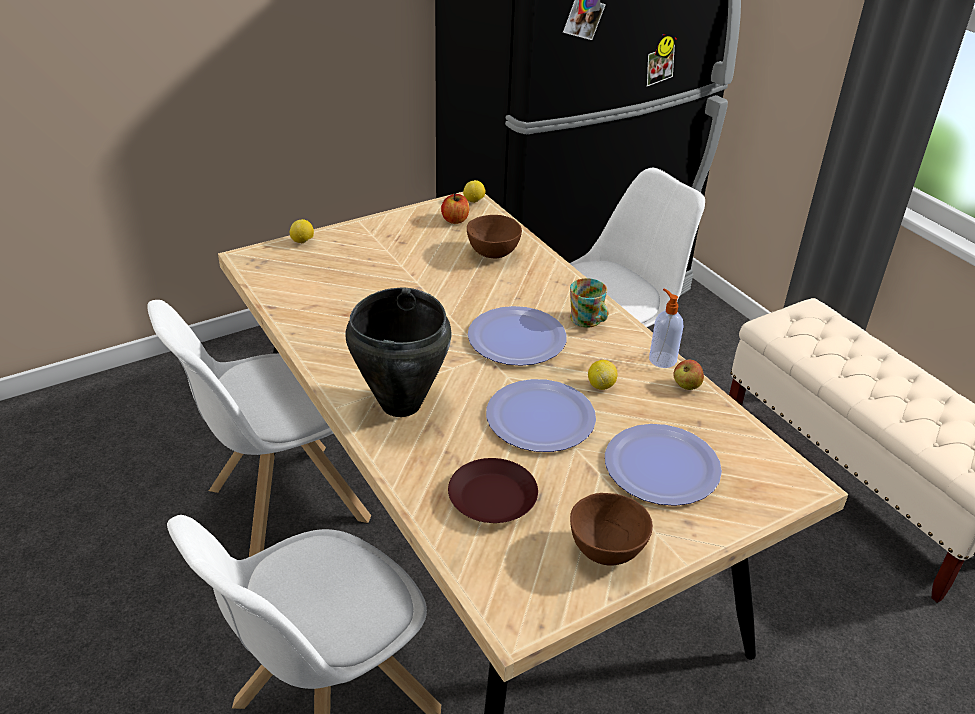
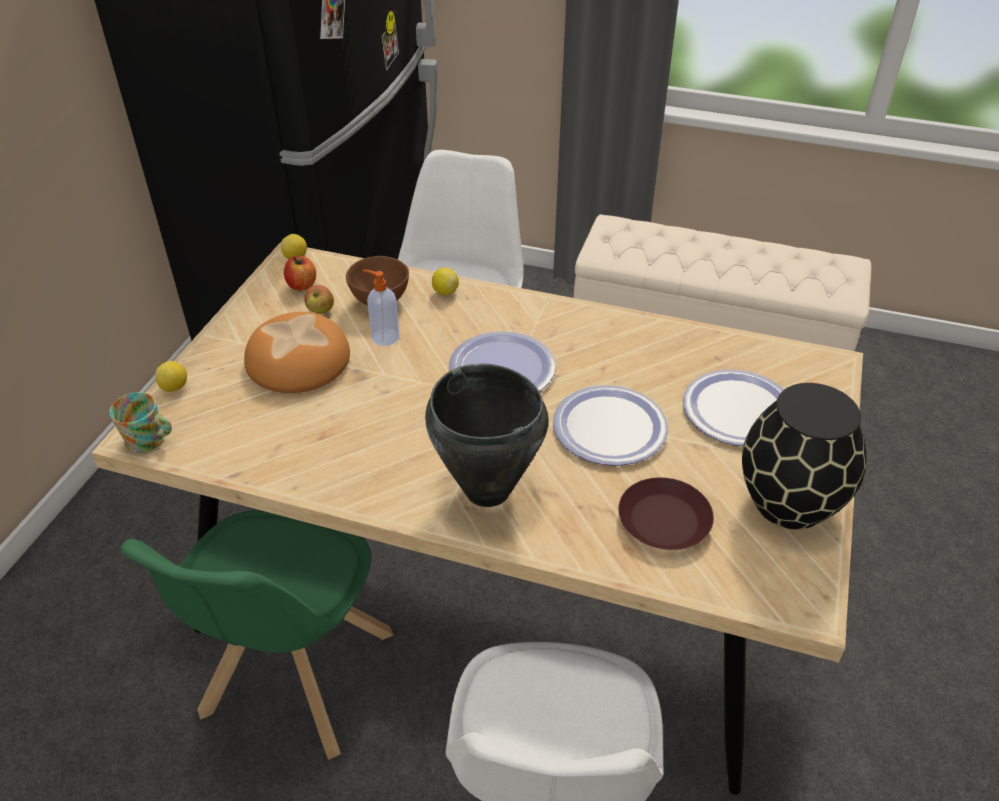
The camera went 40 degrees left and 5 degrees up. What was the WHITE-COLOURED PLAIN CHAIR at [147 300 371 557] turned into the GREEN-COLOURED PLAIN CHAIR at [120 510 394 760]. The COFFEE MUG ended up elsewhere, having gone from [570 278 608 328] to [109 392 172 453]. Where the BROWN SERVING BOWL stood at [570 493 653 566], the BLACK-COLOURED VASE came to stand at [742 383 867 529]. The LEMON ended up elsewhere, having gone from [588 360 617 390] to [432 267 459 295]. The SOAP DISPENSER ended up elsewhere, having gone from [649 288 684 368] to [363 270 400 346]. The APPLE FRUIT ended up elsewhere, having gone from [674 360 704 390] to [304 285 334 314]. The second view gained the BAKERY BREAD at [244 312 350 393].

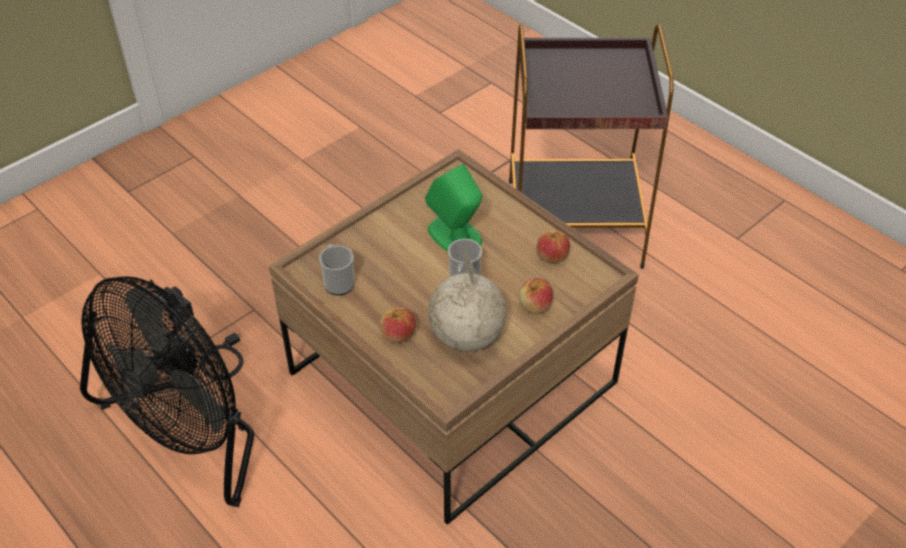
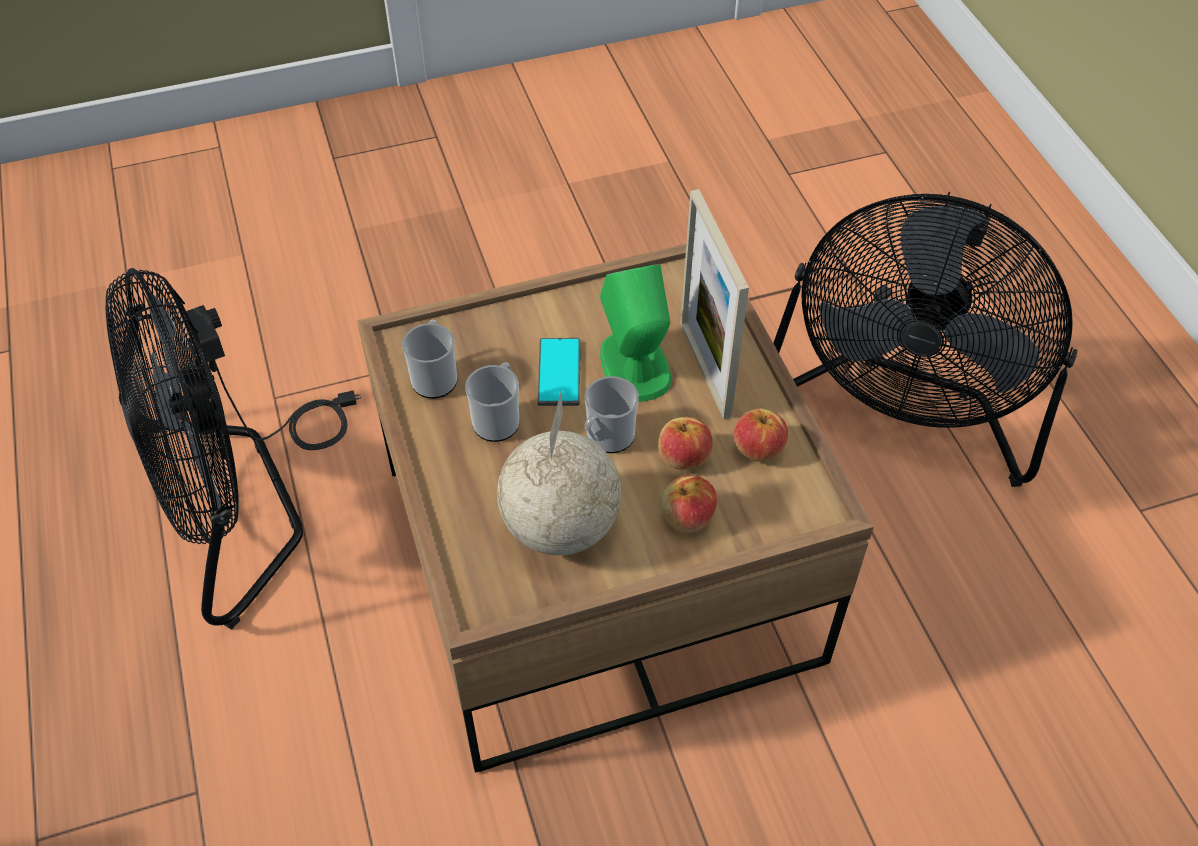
The camera went 25 degrees right and 5 degrees up. The APPLE FRUIT ended up elsewhere, having gone from [380 307 416 343] to [658 417 713 470]. Where the BROWN ACCENT TABLE stood at [509 24 674 269], the BLACK-COLOURED COOLING FAN came to stand at [773 192 1077 487]. The second view gained the COFFEE MUG at [465 362 519 442]. The second view gained the HANDSET at [538 338 581 406]. The second view gained the STANDING FRAME at [680 189 749 420].

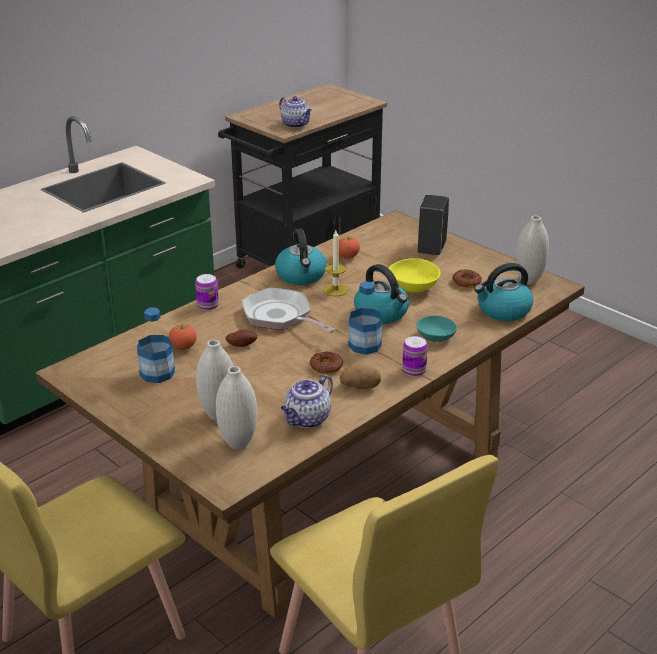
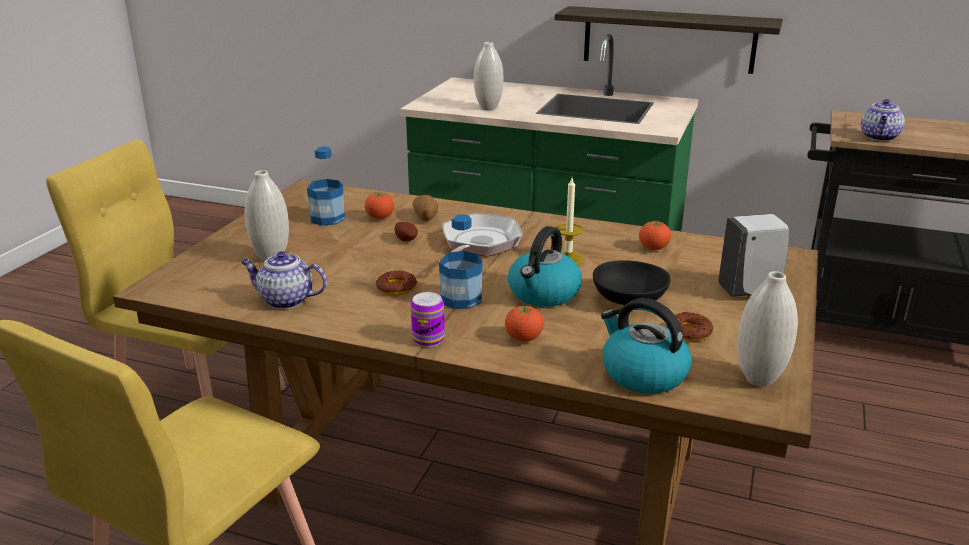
The camera went 65 degrees right and 5 degrees down. The second view lost the METAL CAN at [195 274 219 311]. The WHITE-COLOURED VASE ended up elsewhere, having gone from [216 366 257 449] to [474 42 503 111]. The second view lost the TEA KETTLE at [275 229 327 285]. The SPUD ended up elsewhere, having gone from [340 365 381 389] to [413 195 438 221]. What was the YELLOW SERVING BOWL at [389 258 441 293] turned into the BLACK-COLOURED SERVING BOWL at [593 260 671 305]. Where the TURQUOISE-COLOURED SERVING BOWL stood at [416 315 457 342], the FRESH TOMATO came to stand at [505 306 544 342]. What was the BLACK-COLOURED SOAP DISPENSER at [418 195 449 255] turned into the WHITE-COLOURED SOAP DISPENSER at [719 214 789 297]. The second view gained the SHELF at [555 6 783 74].

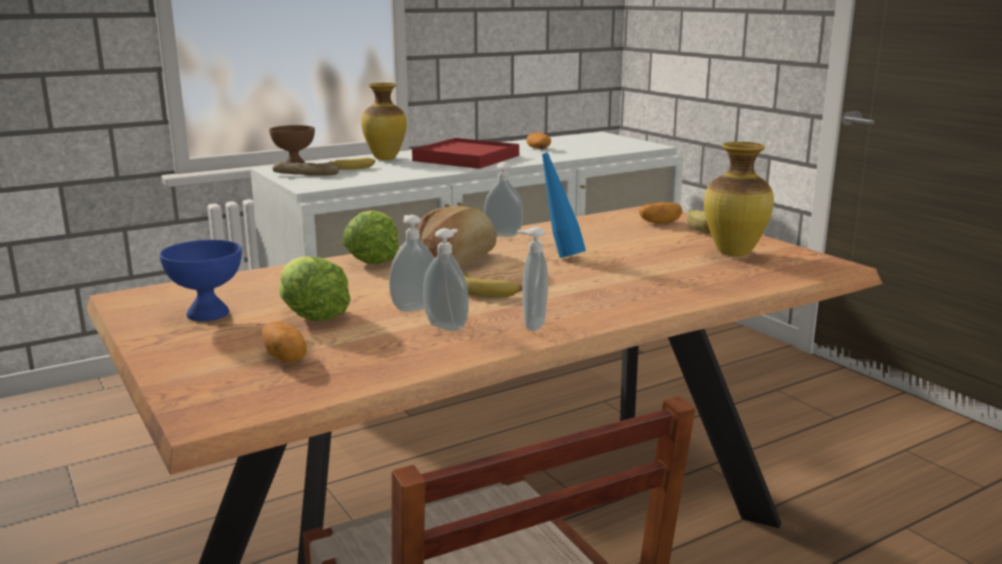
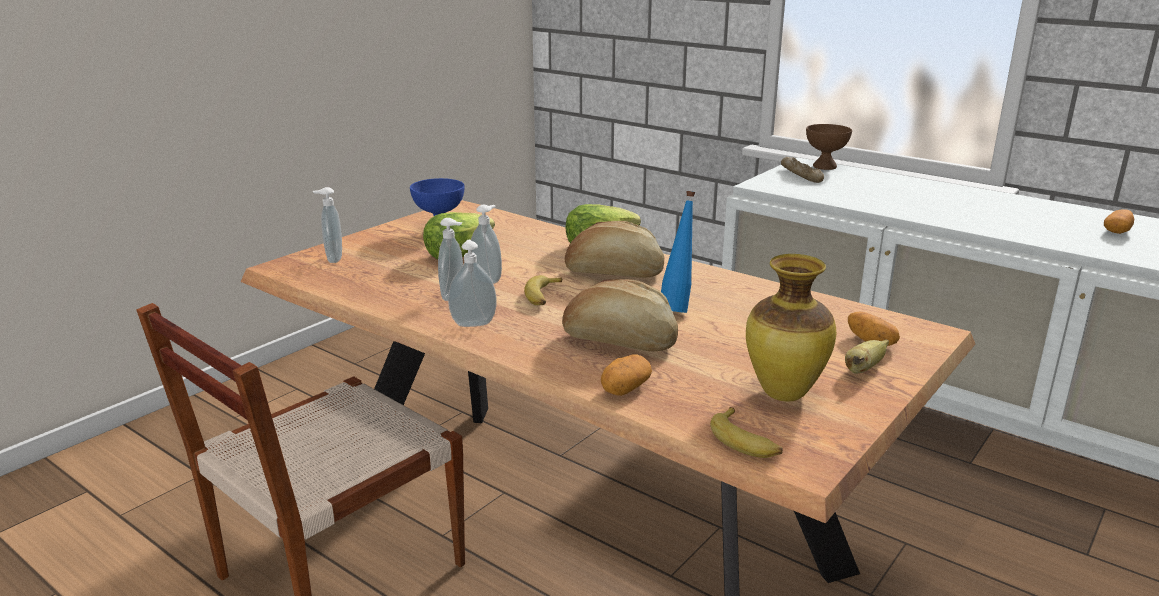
The camera went 70 degrees right and 5 degrees up. The SPUD ended up elsewhere, having gone from [262 321 307 363] to [601 355 652 396]. The BANANA ended up elsewhere, having gone from [329 158 375 170] to [710 407 783 458]. The second view lost the VASE at [361 83 407 160]. The second view lost the RED CARRYING TRAY at [412 138 519 169]. The SOAP DISPENSER ended up elsewhere, having gone from [484 162 523 237] to [313 187 342 263]. The second view gained the BAKERY BREAD at [562 279 678 352].

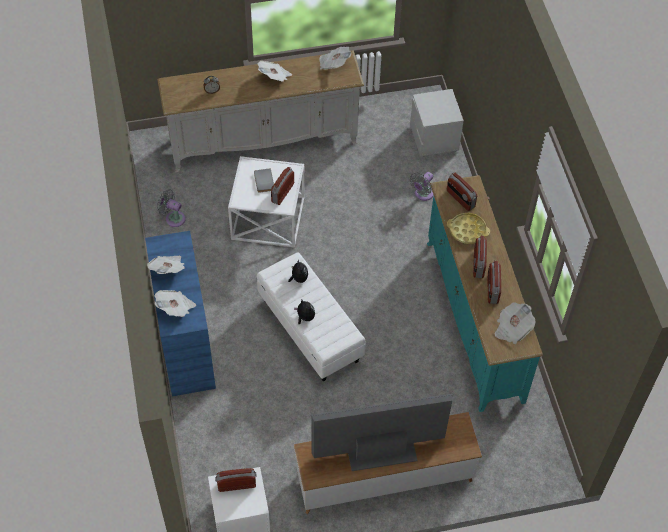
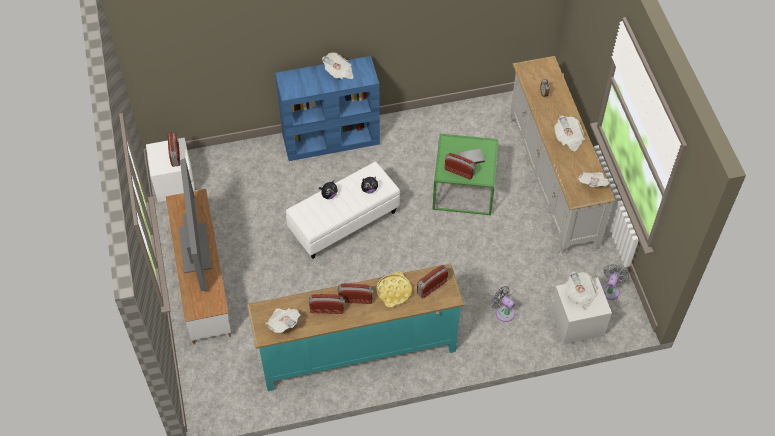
The camera went 90 degrees right and 0 degrees up. The DAILY PAPER ended up elsewhere, having gone from [154 290 196 317] to [565 271 598 310]. The GREY COOLING FAN ended up elsewhere, having gone from [157 189 186 227] to [602 264 629 300]. What was the WHITE-COLOURED ACCENT TABLE at [228 156 305 248] turned into the GREEN-COLOURED ACCENT TABLE at [432 134 499 215].

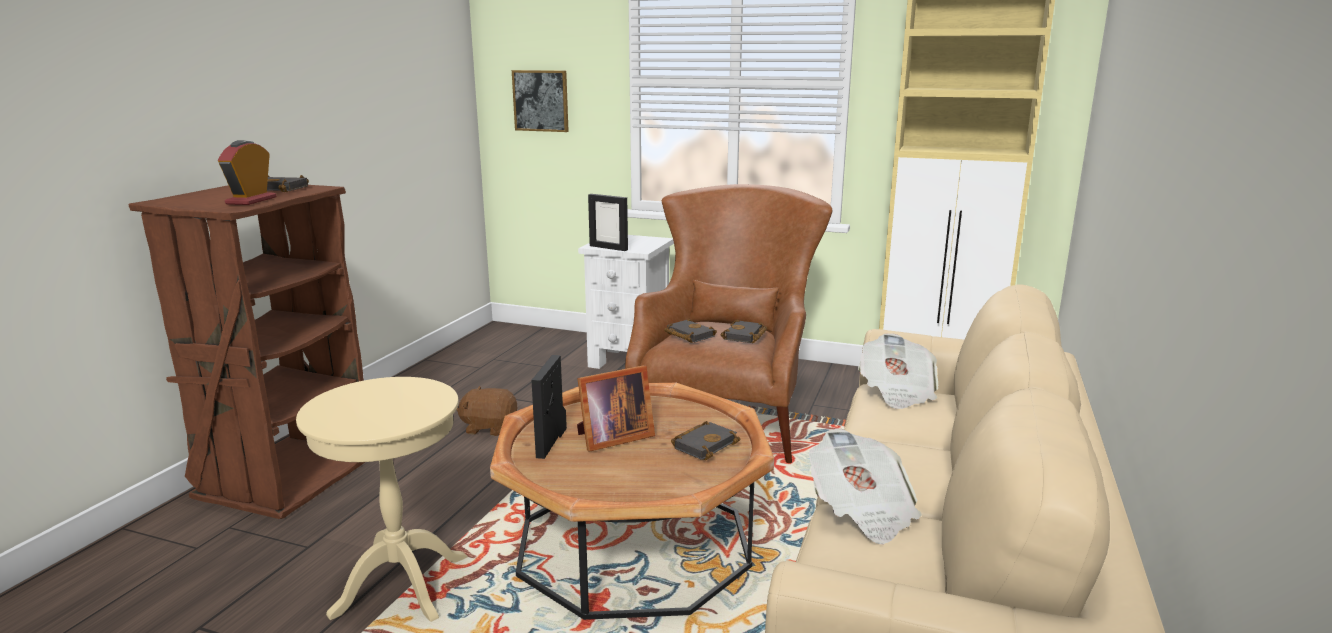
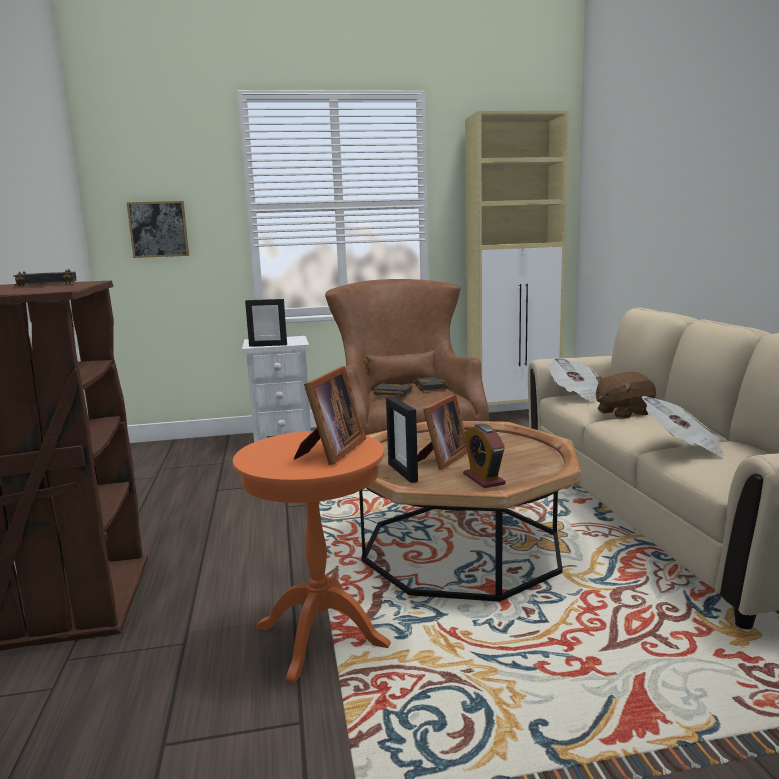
The camera went 30 degrees left and 5 degrees down. The BEDSIDE CLOCK ended up elsewhere, having gone from [218 140 276 205] to [463 424 506 488]. What was the BEIGE-COLOURED ACCENT TABLE at [296 377 468 622] turned into the ORANGEY ACCENT TABLE at [233 431 391 683]. The BROWN CUDDLY TOY ended up elsewhere, having gone from [456 386 517 436] to [596 372 656 419]. The second view lost the BLACK-COLOURED BOUND BOOK at [671 421 741 460]. The second view gained the STANDING FRAME at [294 366 366 465].

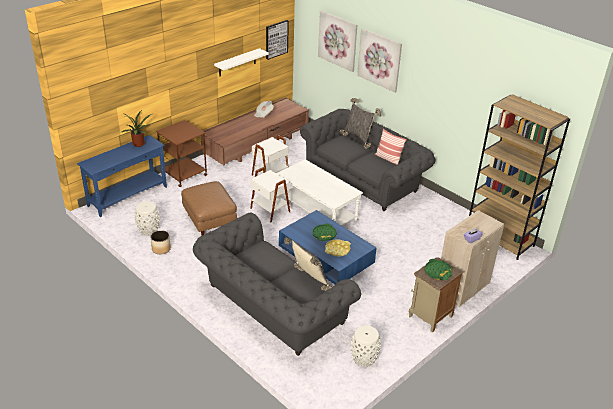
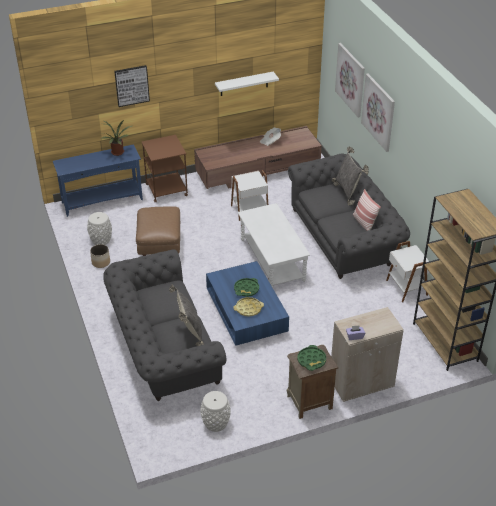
The camera went 25 degrees right and 5 degrees up. The WHITE-COLOURED ACCENT TABLE ended up elsewhere, having gone from [250 167 290 222] to [386 241 430 303]. The WALL ART ended up elsewhere, having gone from [266 20 289 60] to [114 65 150 107].

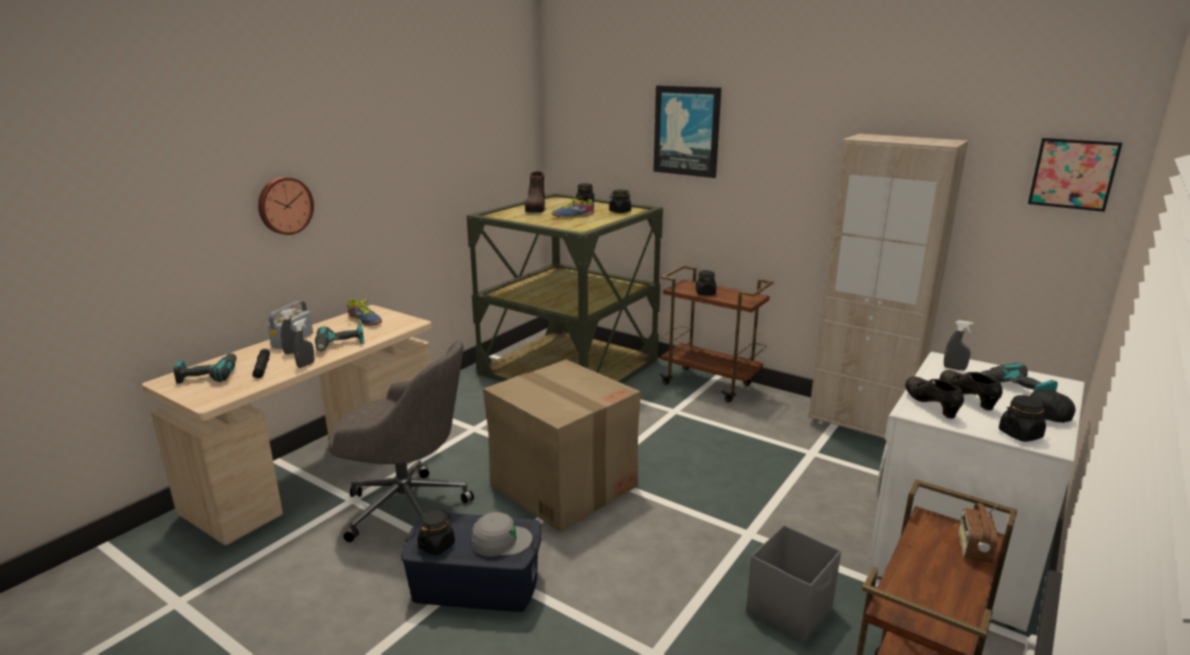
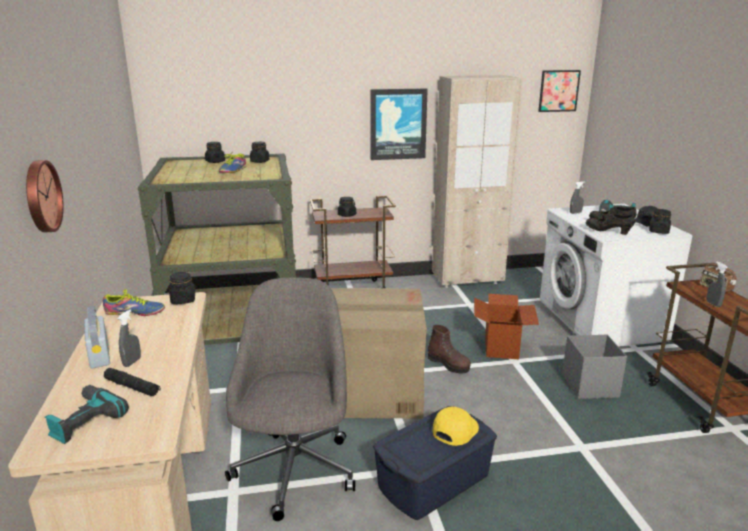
The camera went 45 degrees left and 0 degrees up. The GREY SPRAYER ended up elsewhere, having gone from [293 318 315 368] to [706 262 727 307]. The second view lost the DRILL at [315 324 364 351]. The GREY COMPUTER CHAIR at [328 340 474 542] ended up facing another way, 60 degrees counterclockwise from before. The BLACK-COLOURED STORAGE JAR ended up elsewhere, having gone from [417 510 455 555] to [169 272 195 304]. What was the GREY BASEBALL CAP at [472 512 532 557] turned into the YELLOW BASEBALL CAP at [432 407 479 446]. The BROWN BOOT ended up elsewhere, having gone from [524 171 545 213] to [428 325 471 374]. The WALL ART ended up elsewhere, having gone from [653 85 721 178] to [370 89 428 160]. The second view gained the CARTON at [474 294 539 359].

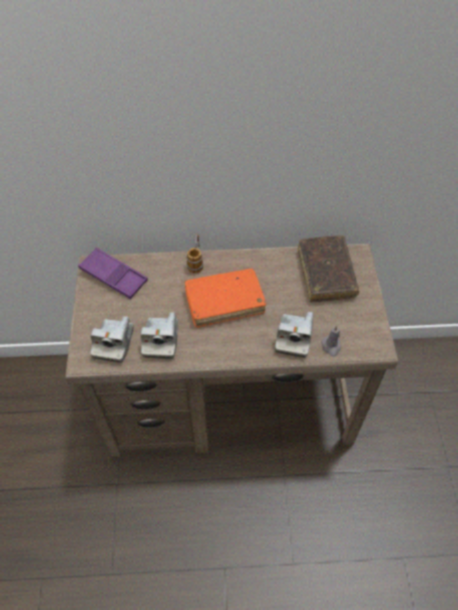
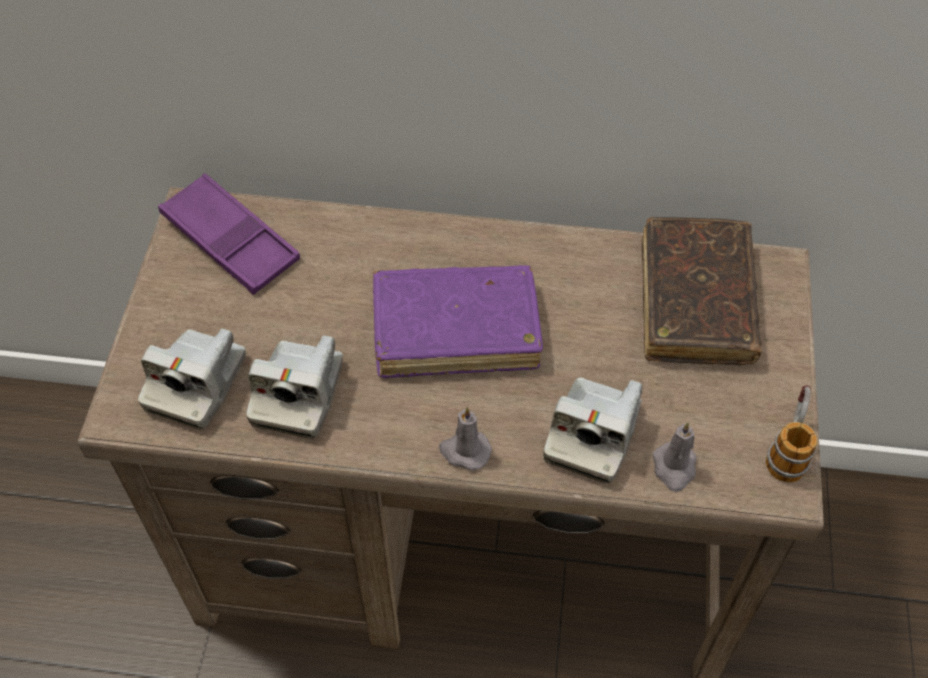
The camera went 10 degrees right and 0 degrees up. What was the ORANGEY BOUND BOOK at [184 268 266 328] turned into the PURPLE-COLOURED BOUND BOOK at [373 265 543 379]. The COFFEE MUG ended up elsewhere, having gone from [186 234 204 273] to [766 385 818 483]. The second view gained the GREY WAX LIGHT at [439 407 492 471].

